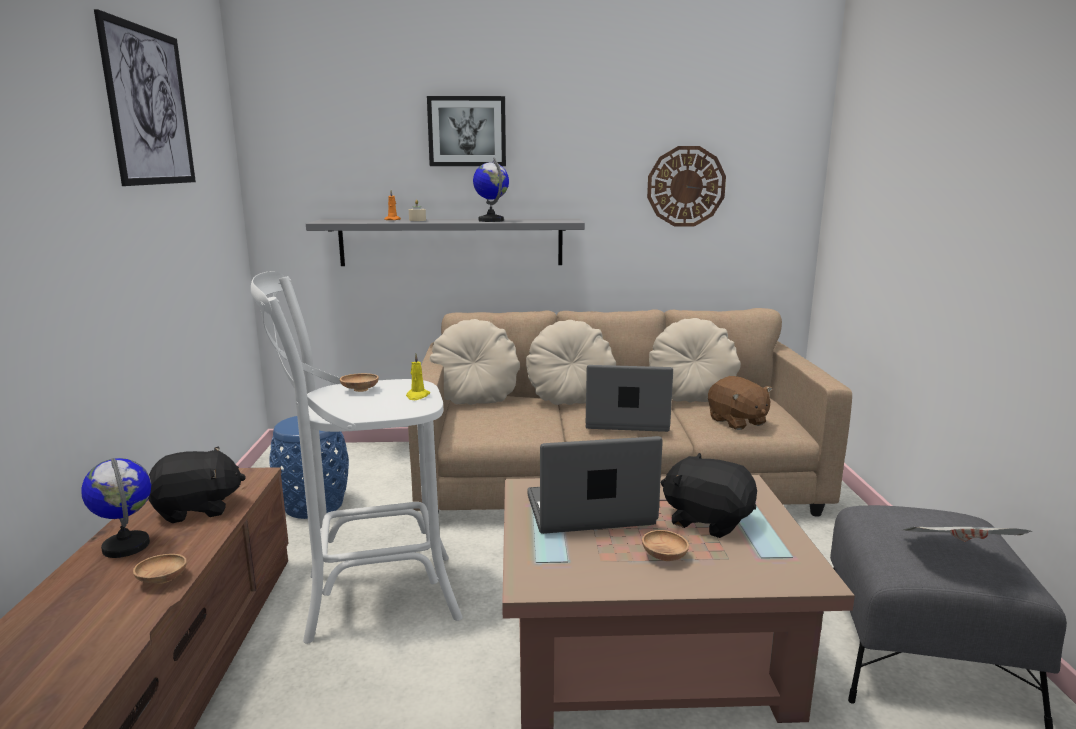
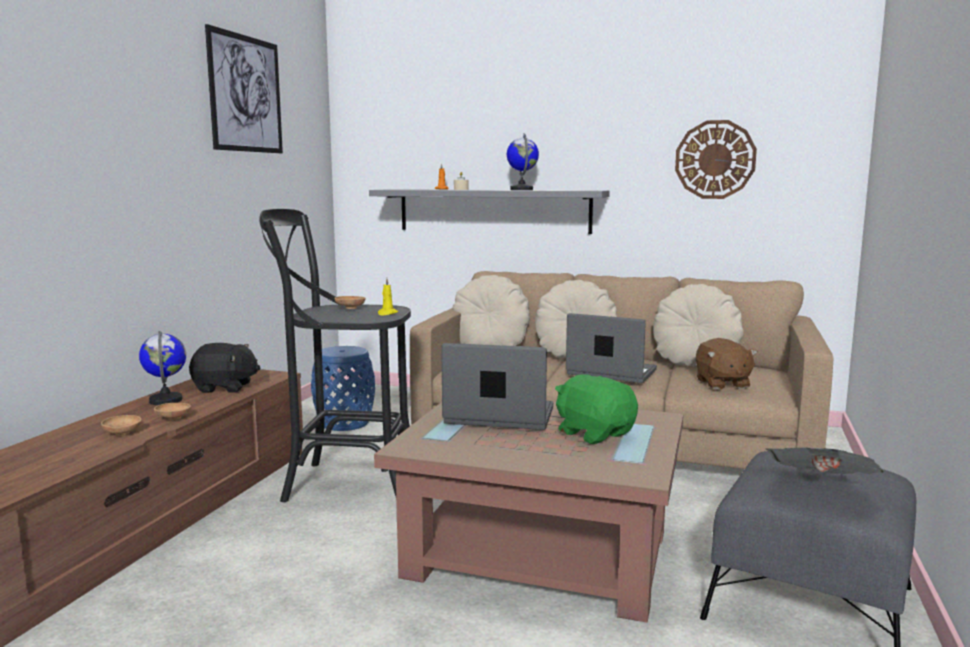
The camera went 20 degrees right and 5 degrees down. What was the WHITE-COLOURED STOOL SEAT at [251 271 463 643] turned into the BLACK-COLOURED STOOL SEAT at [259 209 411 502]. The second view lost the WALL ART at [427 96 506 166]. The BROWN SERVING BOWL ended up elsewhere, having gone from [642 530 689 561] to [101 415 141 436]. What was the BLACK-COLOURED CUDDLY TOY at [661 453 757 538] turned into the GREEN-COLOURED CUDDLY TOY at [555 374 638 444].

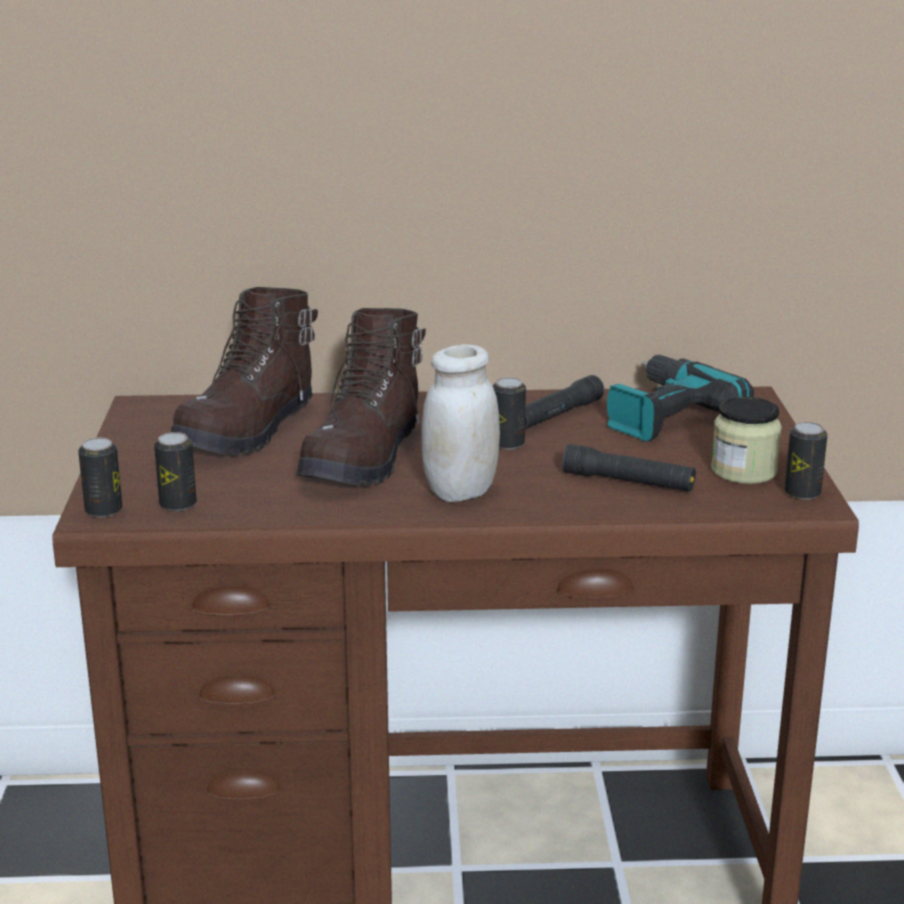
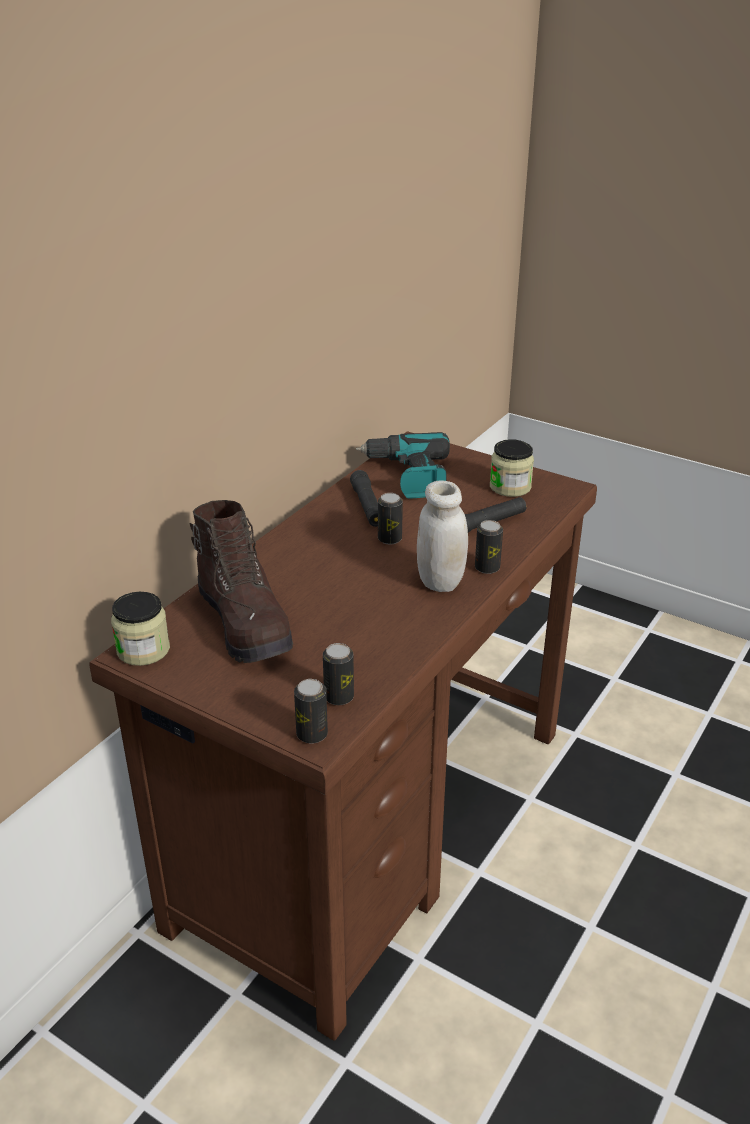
The camera went 55 degrees left and 10 degrees up. The second view lost the BROWN BOOT at [296 308 426 486]. The METAL CAN ended up elsewhere, having gone from [784 422 828 500] to [475 520 503 574]. The second view gained the STORAGE JAR at [111 592 170 666].

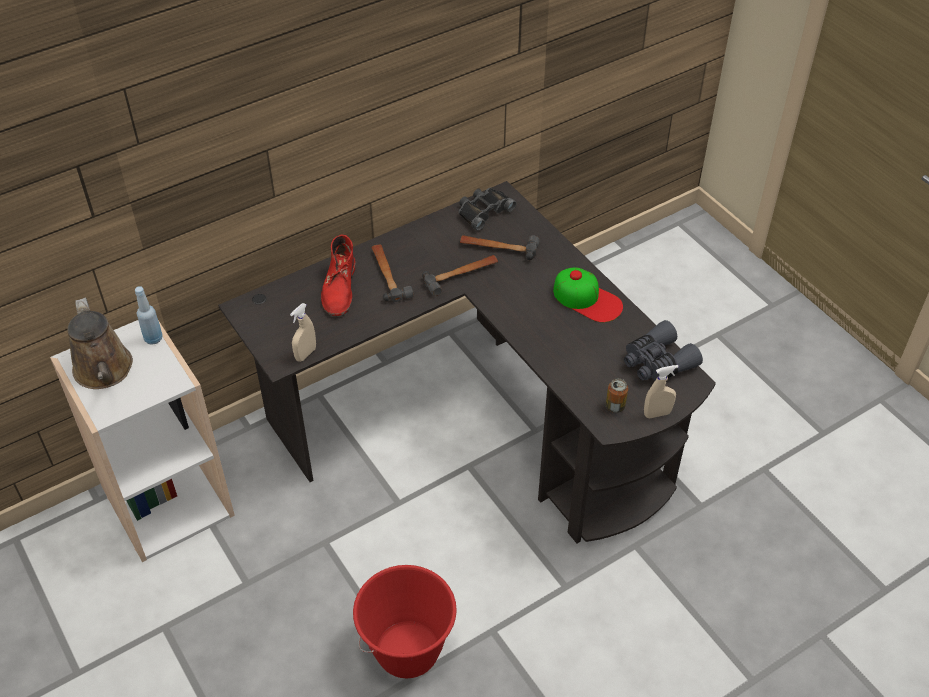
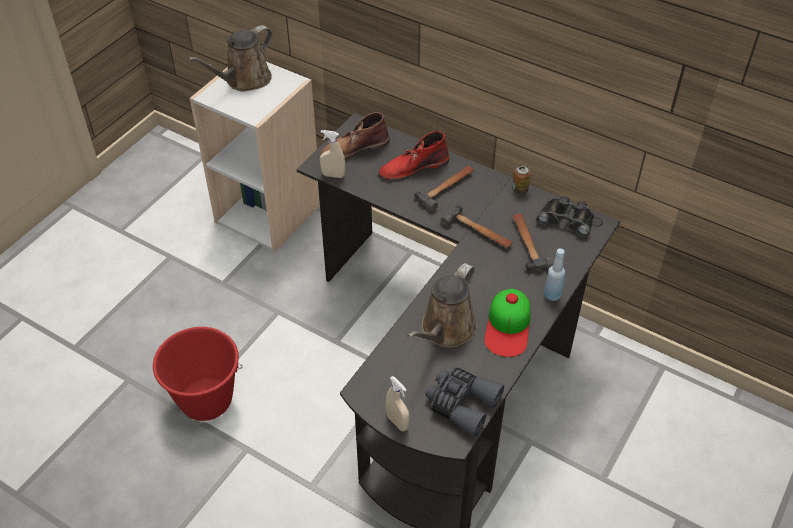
The camera went 65 degrees right and 0 degrees up. The BLUE DRINK BOTTLE ended up elsewhere, having gone from [135 286 163 345] to [544 248 565 301]. The METAL CAN ended up elsewhere, having gone from [606 378 628 413] to [512 165 531 194]. The second view gained the BROWN BOOT at [320 112 390 159]. The second view gained the BROWN WATERING CAN at [407 263 477 348].

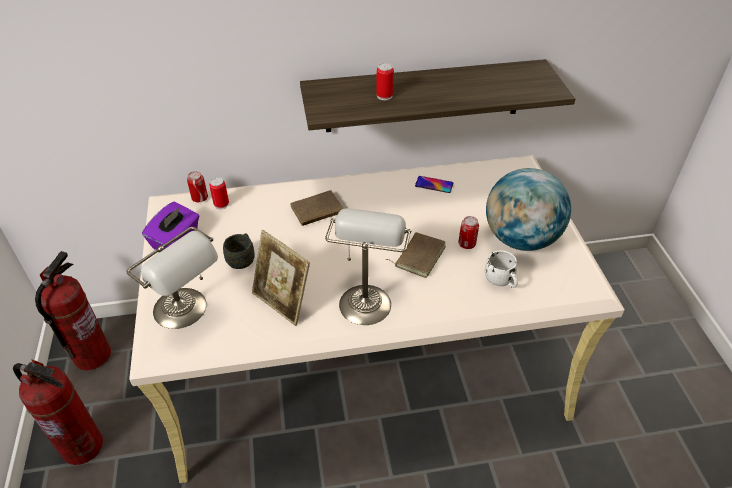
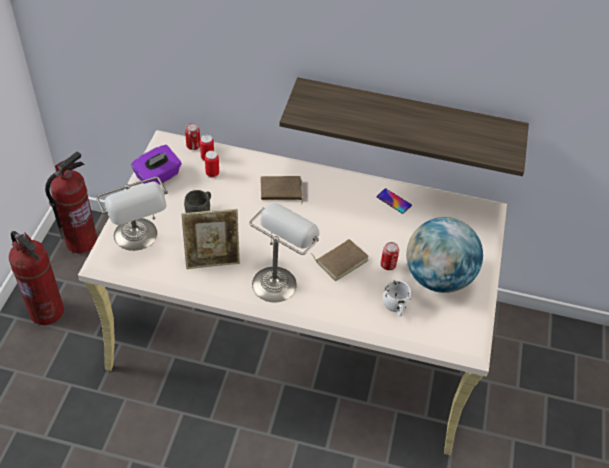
The camera went 20 degrees right and 5 degrees up. The STANDING FRAME at [252 230 310 326] ended up facing another way, 75 degrees counterclockwise from before. The METAL CAN ended up elsewhere, having gone from [376 63 394 100] to [205 151 219 178].

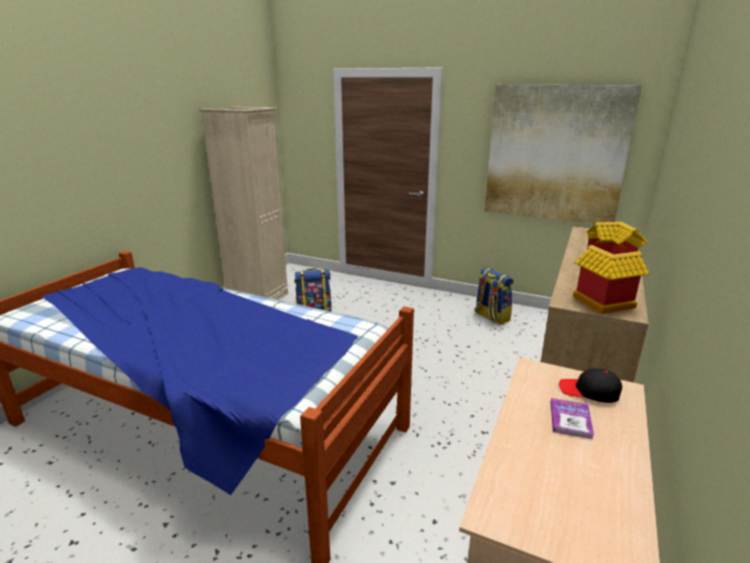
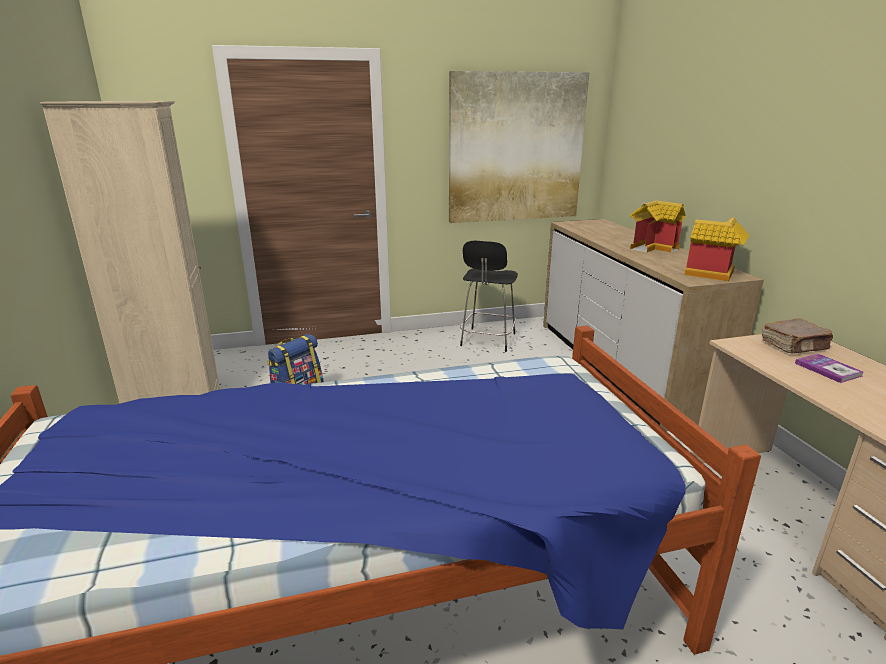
The camera went 40 degrees left and 0 degrees up. Where the RUCKSACK stood at [475 267 513 325], the BLACK-COLOURED STOOL SEAT came to stand at [460 241 518 352]. Where the BLACK-COLOURED BASEBALL CAP stood at [559 368 622 403], the BROWN BOUND BOOK came to stand at [762 318 833 353].

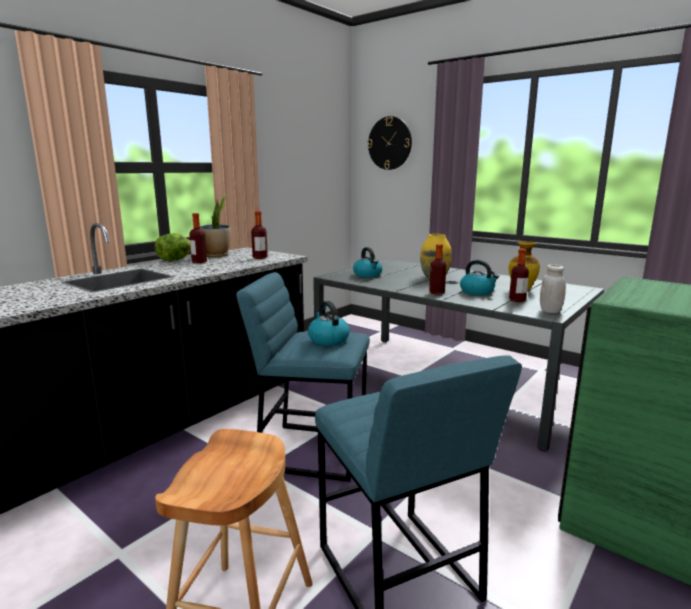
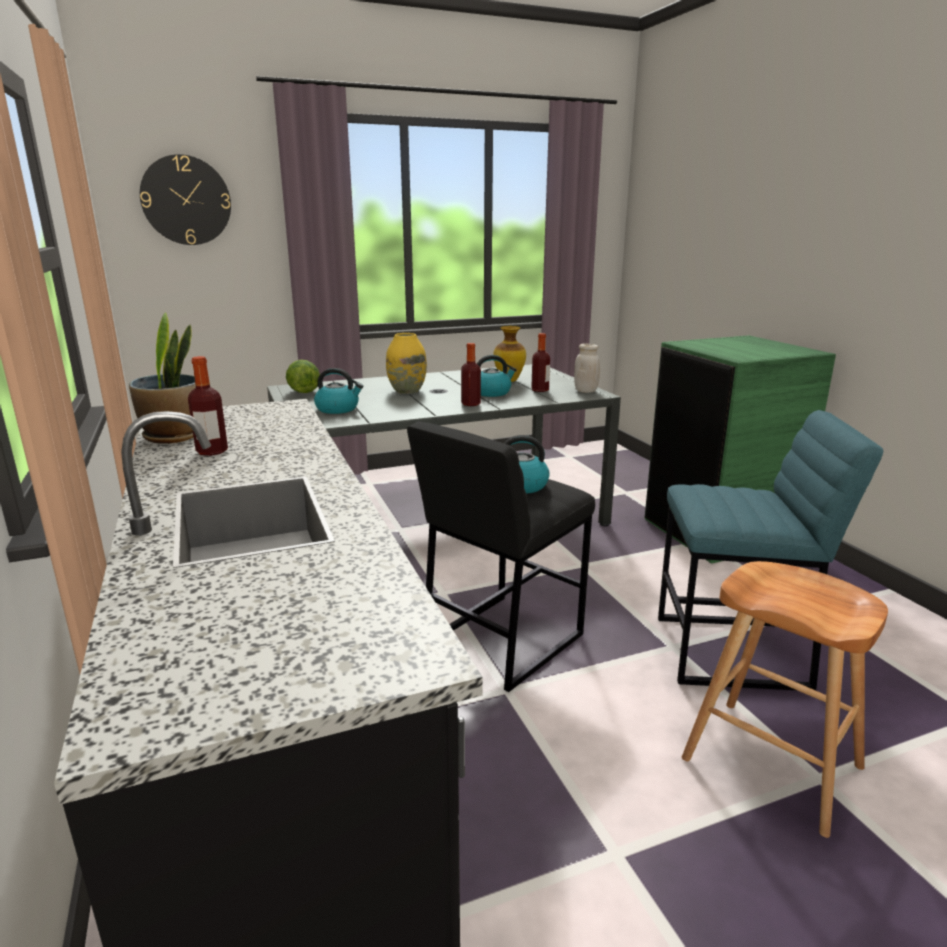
The camera went 60 degrees left and 5 degrees up. The LETTUCE HEAD ended up elsewhere, having gone from [155 233 191 261] to [286 360 320 393]. What was the BLUE STOOL SEAT at [236 272 370 482] turned into the BLACK-COLOURED STOOL SEAT at [407 421 595 692]. The second view lost the DRINK BOTTLE at [251 211 268 259].

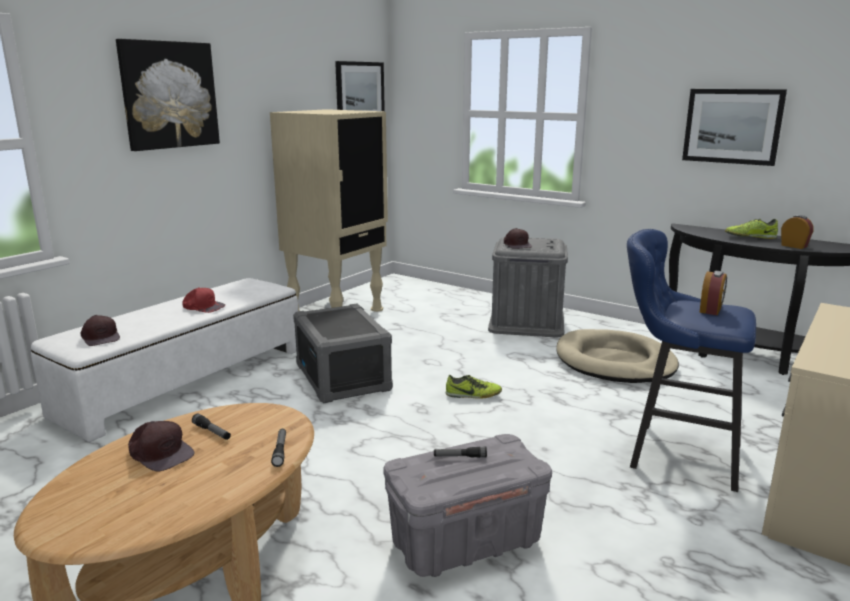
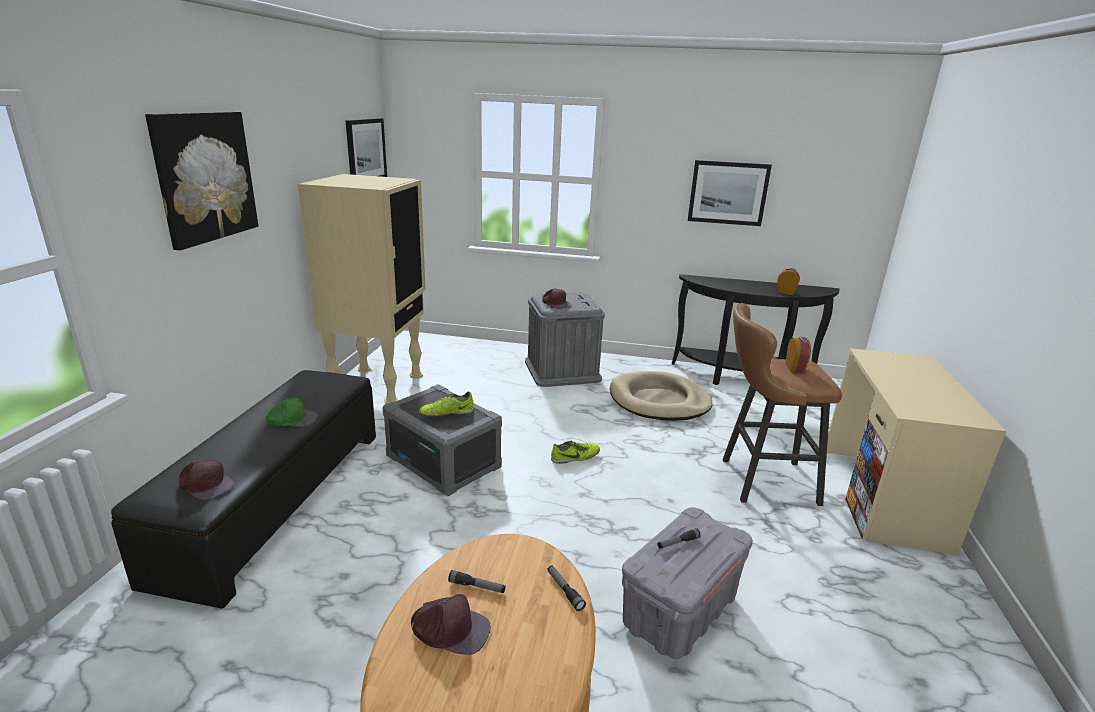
The camera went 25 degrees left and 5 degrees up. What was the WHITE-COLOURED LONG SEAT at [31 278 298 442] turned into the BLACK-COLOURED LONG SEAT at [111 370 376 609]. What was the RED BASEBALL CAP at [182 288 225 313] turned into the GREEN-COLOURED BASEBALL CAP at [266 398 318 426]. What was the BLUE STOOL SEAT at [627 229 756 492] turned into the BROWN STOOL SEAT at [722 303 842 506]. The ITEM OF FOOTWEAR ended up elsewhere, having gone from [725 219 778 239] to [419 391 474 417].

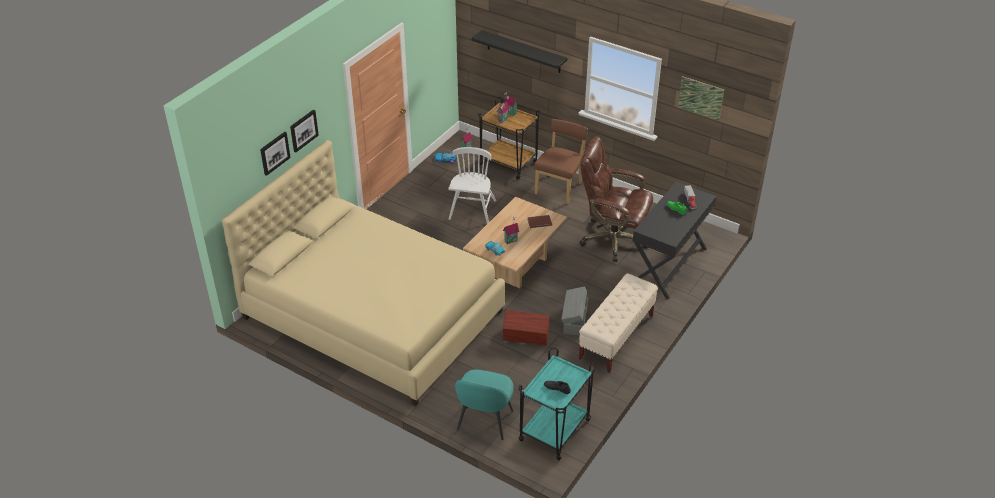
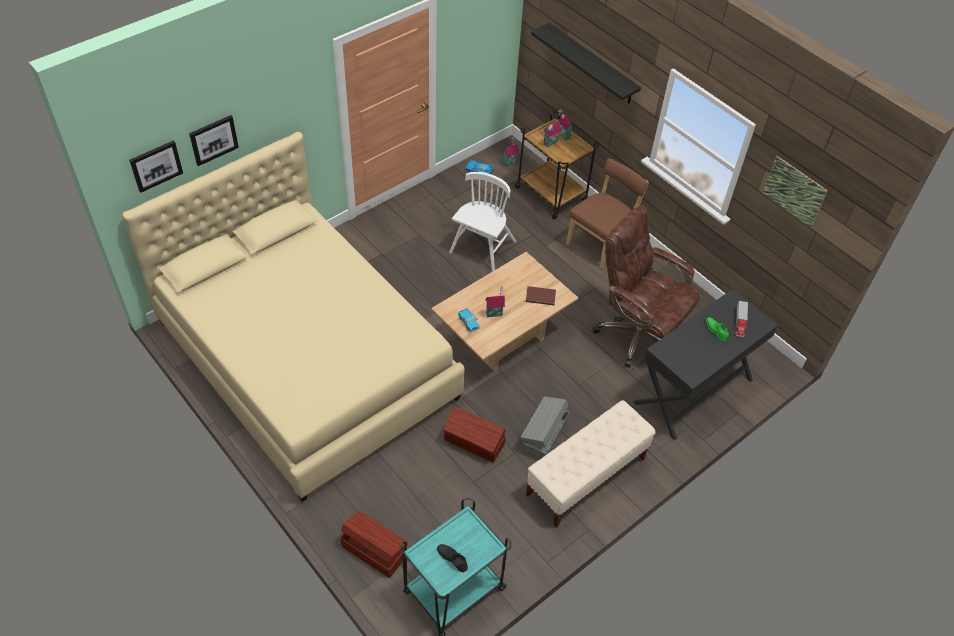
The camera went 15 degrees right and 10 degrees up. The WALL ART ended up elsewhere, having gone from [290 110 319 152] to [129 140 183 193]. Where the TURQUOISE-COLOURED PLAIN CHAIR stood at [455 369 514 440], the BROWN STORAGE BIN came to stand at [340 510 408 578].

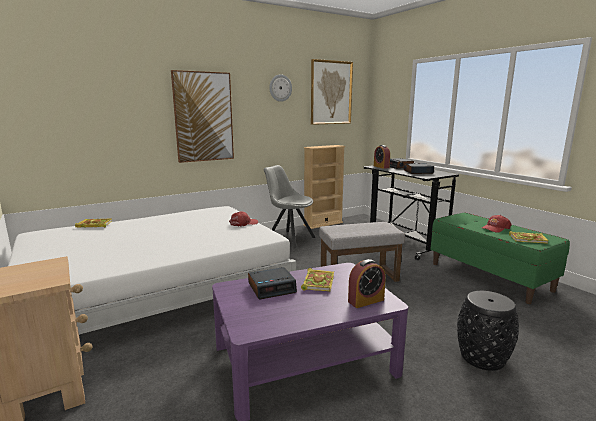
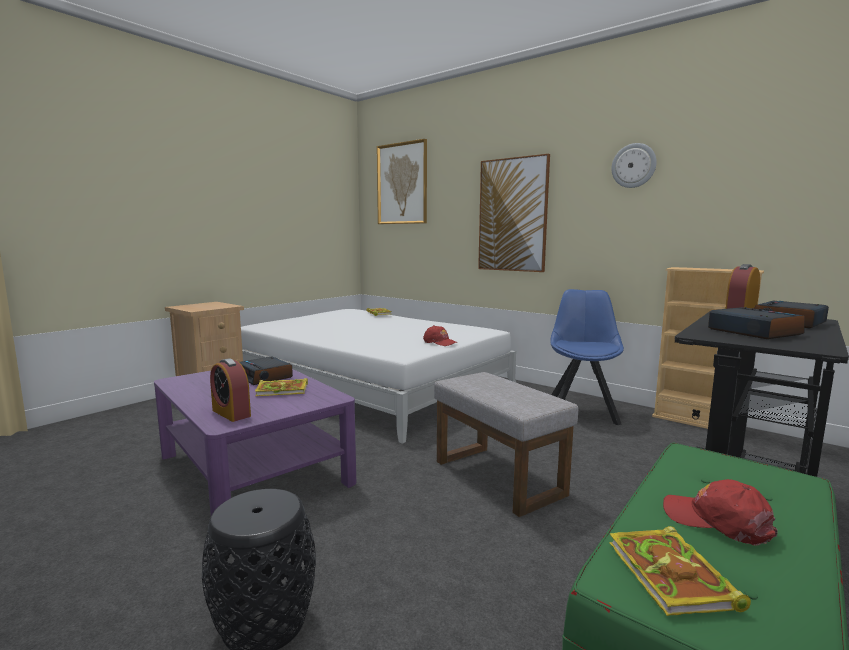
The camera went 70 degrees right and 5 degrees down. What was the GREY PLAIN CHAIR at [264 165 316 249] turned into the BLUE PLAIN CHAIR at [550 289 624 425]. The WALL ART ended up elsewhere, having gone from [311 59 353 125] to [377 139 427 224].

